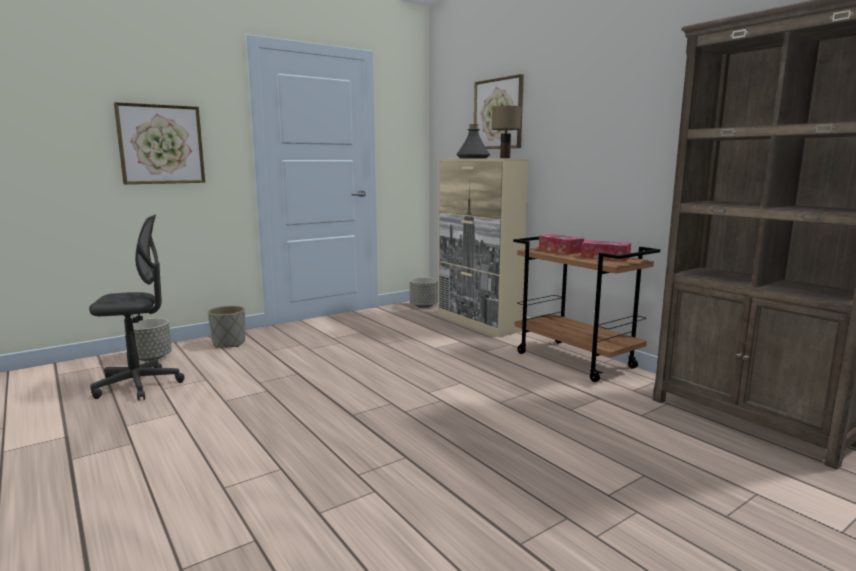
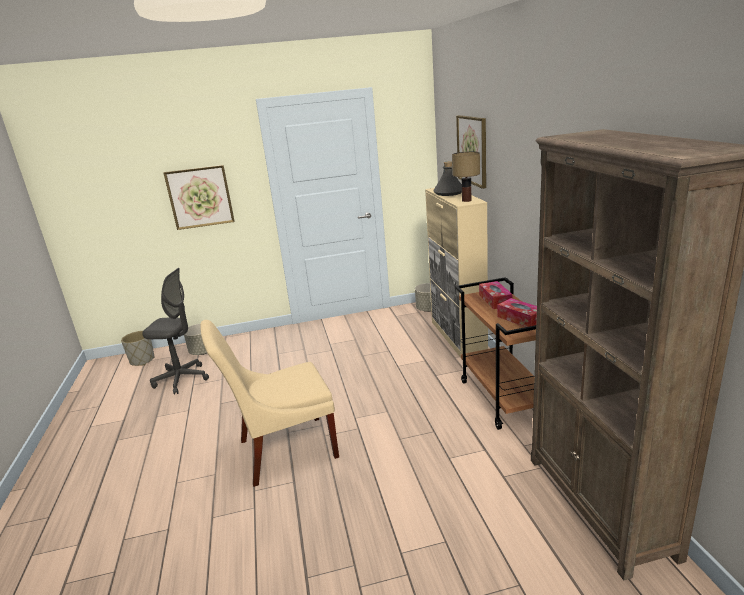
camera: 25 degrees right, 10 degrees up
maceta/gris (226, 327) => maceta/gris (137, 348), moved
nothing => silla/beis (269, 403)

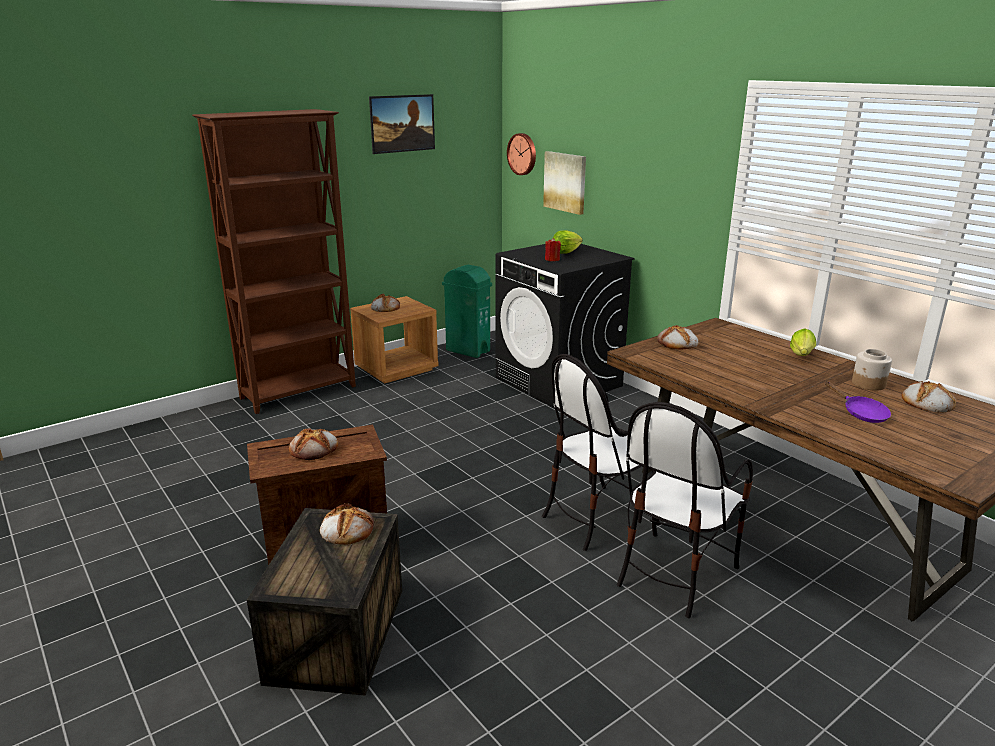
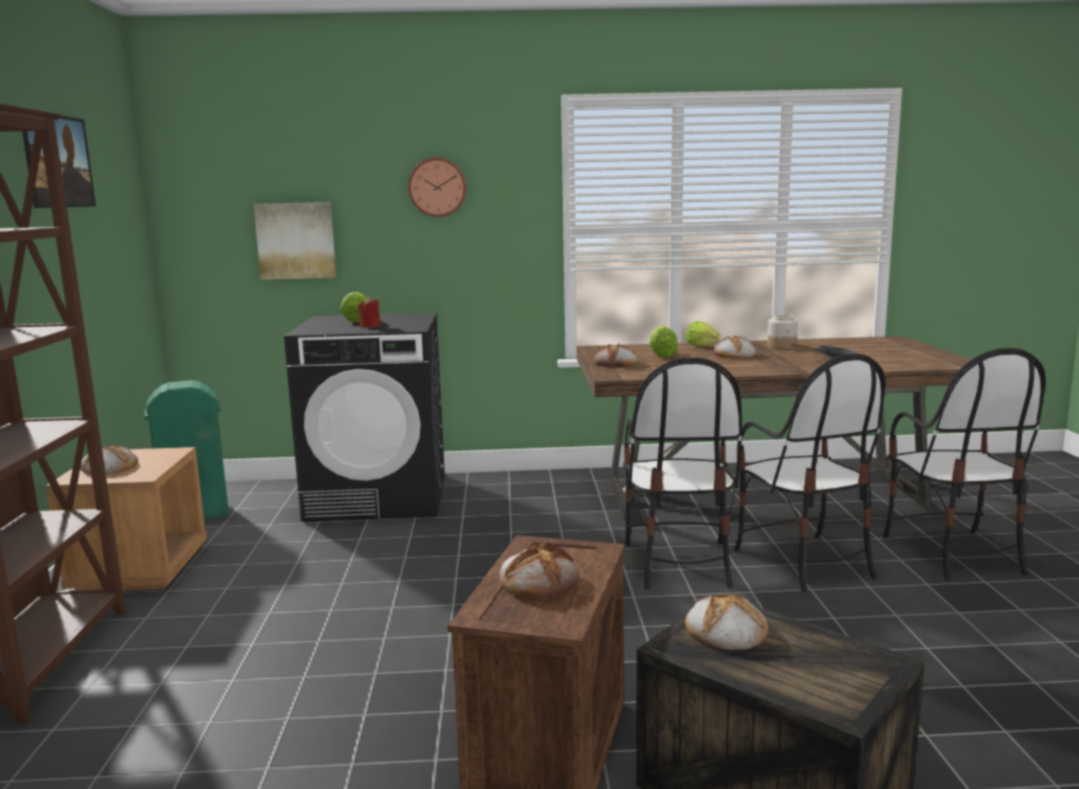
camera: 55 degrees left, 10 degrees down
reloj de pared (521, 154) => reloj de pared (437, 187), moved
nothing => lechuga (663, 342)
pan (928, 397) => pan (734, 347), moved
sartén/morado (858, 402) => sartén/negro (824, 350)
nothing => silla (964, 464)

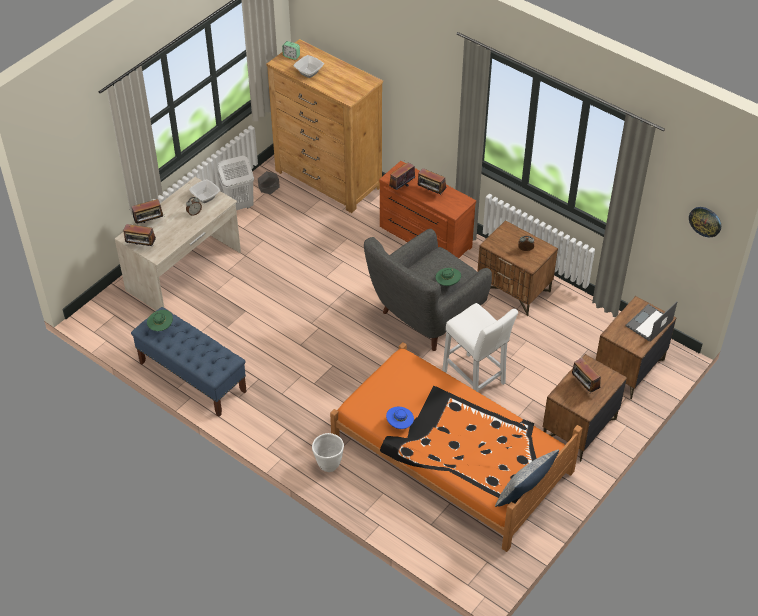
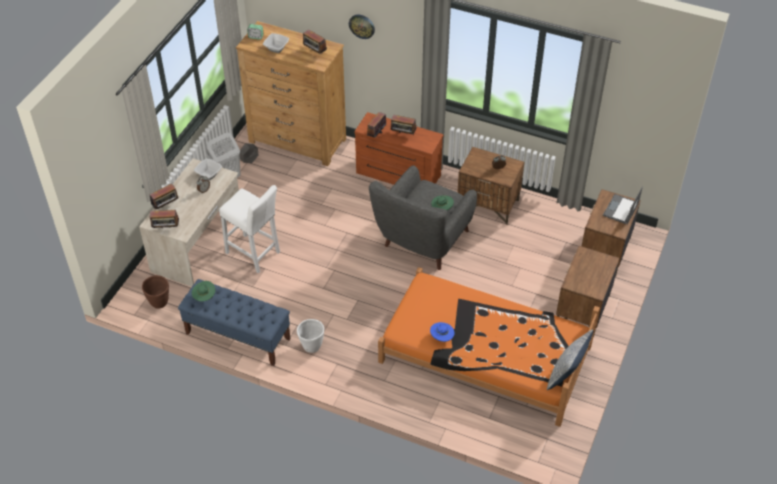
camera: 15 degrees left, 0 degrees up
nothing => maceta/marrón (155, 292)
taburete/blanco (480, 348) => taburete/blanco (249, 229), moved
maceta/blanco (328, 452) => maceta/blanco (310, 336), moved
radio (586, 376) => radio (315, 42), moved
reloj de pared (705, 222) => reloj de pared (362, 27), moved

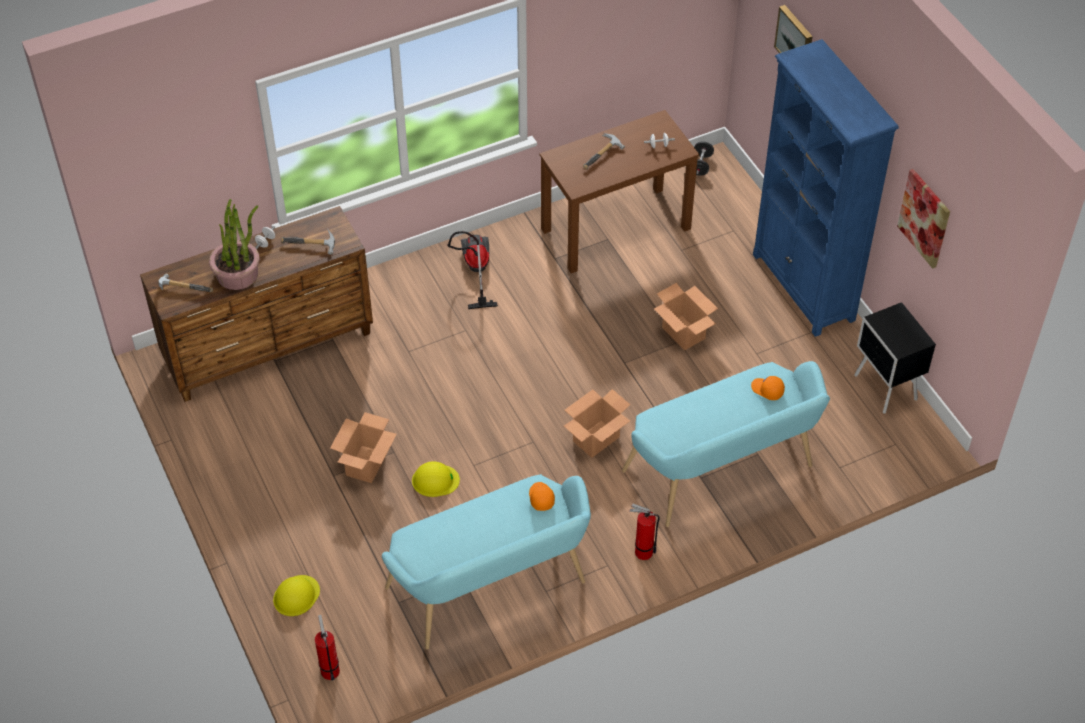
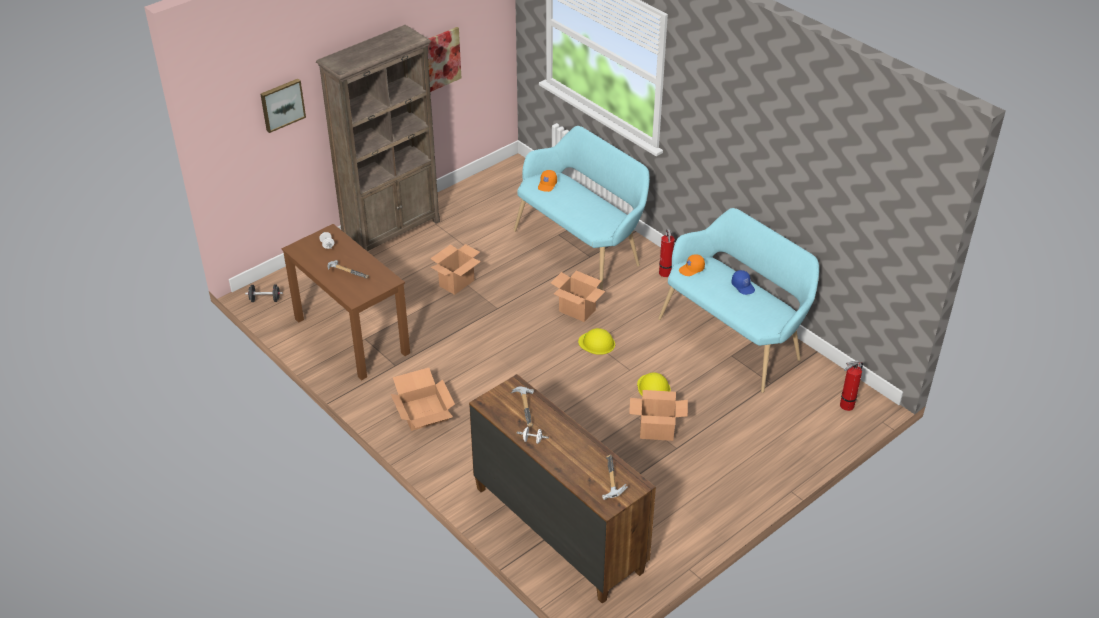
camera: 105 degrees left, 10 degrees down
estantería/azul (826, 188) => estantería/marrón (378, 138)
aspiradora (472, 270) => caja de cartón (423, 399)
casco/amarillo (296, 595) => casco/amarillo (596, 341), moved
nothing => gorra/azul (743, 282)
planta en maceta (234, 244) => nothing
mesita de noche/negro (895, 358) => nothing

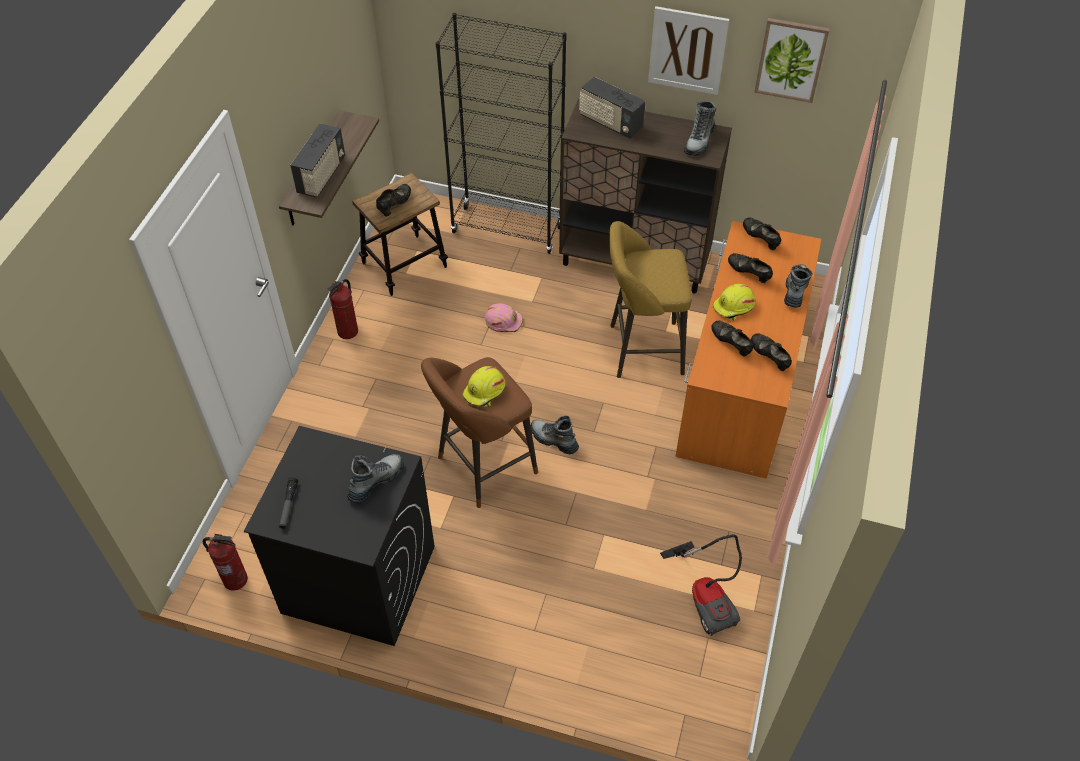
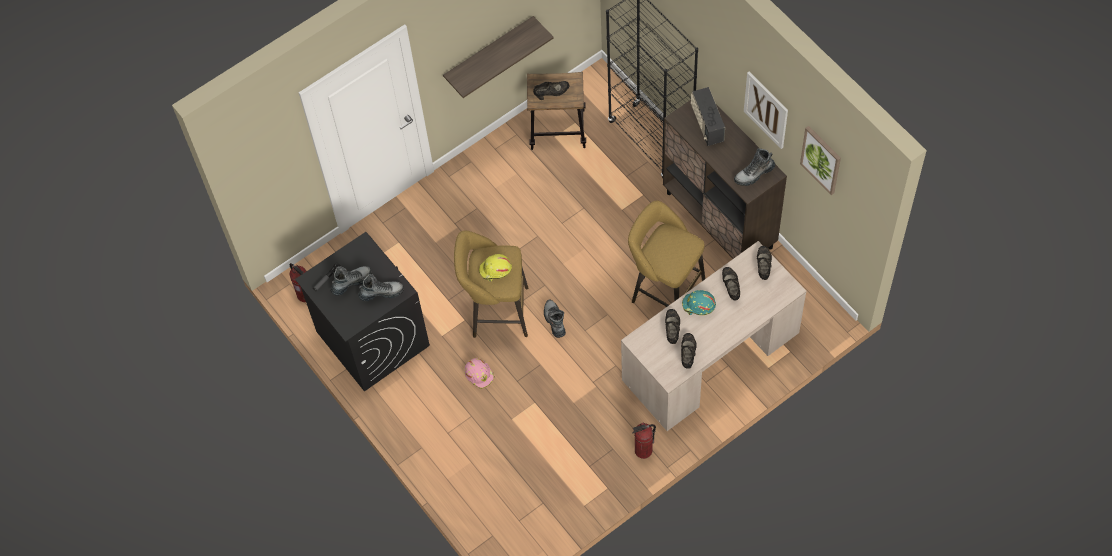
camera: 40 degrees right, 10 degrees up
bota (798, 286) => bota (351, 281), moved
taburete/marrón (479, 432) => taburete/amarillo (491, 284)
casco/rosa (504, 317) => casco/rosa (479, 373), moved
escritorio/naranja (748, 350) => escritorio/beis (714, 336)
extintor (343, 309) => extintor (644, 441), moved
casco/amarillo (734, 302) => casco/turquesa (699, 302)
radio (317, 161) => nothing
aspiradora (701, 585) => nothing

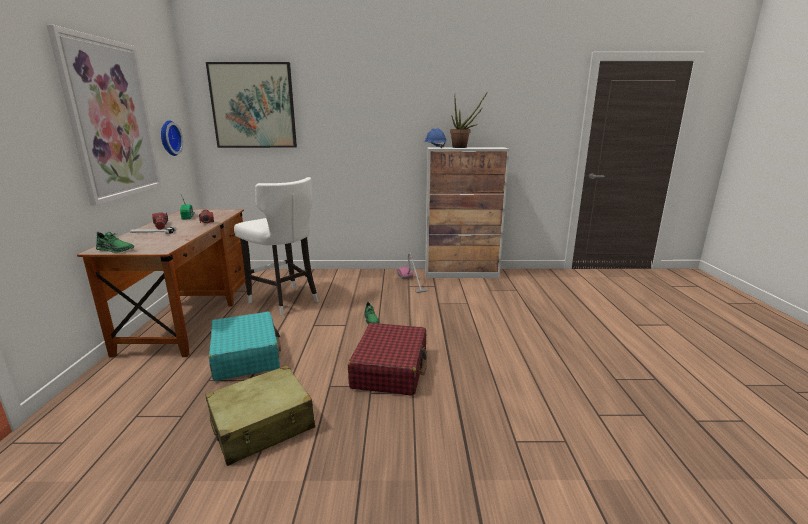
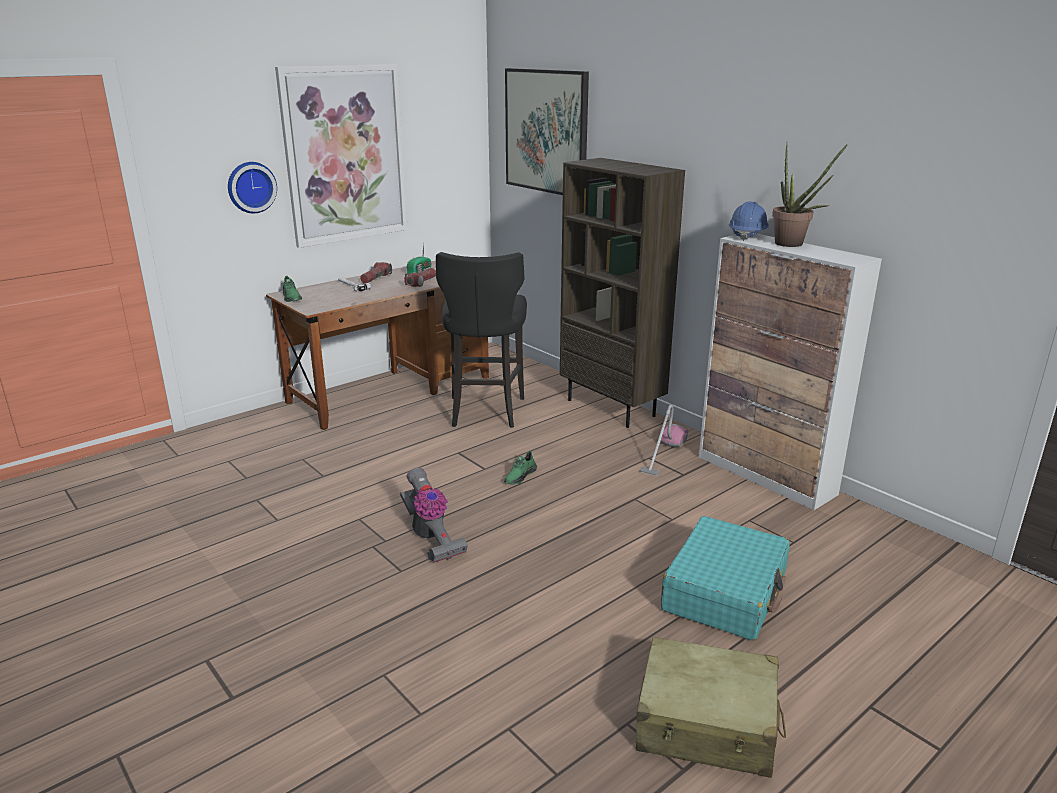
camera: 50 degrees right, 5 degrees up
reloj de pared (172, 138) => reloj de pared (252, 187), moved
maleta/rojo (387, 359) => aspiradora (434, 515)
taburete/blanco (276, 246) => taburete/negro (481, 340)
nothing => estantería/marrón (622, 293)
maleta/beis (260, 415) => maleta/beis (711, 707), moved
maleta/turquesa (245, 346) => maleta/turquesa (725, 578), moved

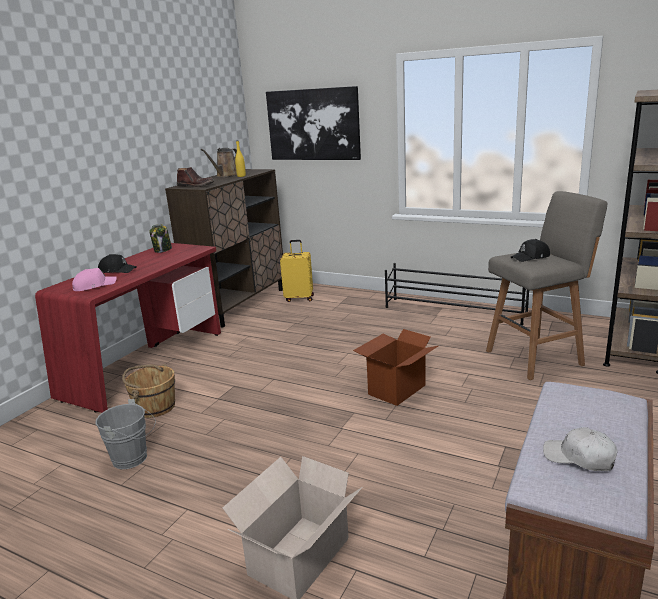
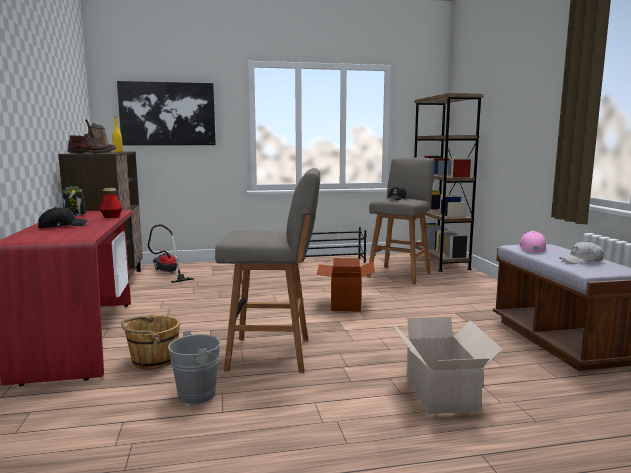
camera: 40 degrees left, 10 degrees down
nothing => botella (111, 203)
maleta/amarillo (297, 271) => aspiradora (170, 254)
nothing => taburete/gris (267, 270)
gorra/rosa (94, 279) => gorra/rosa (532, 241), moved

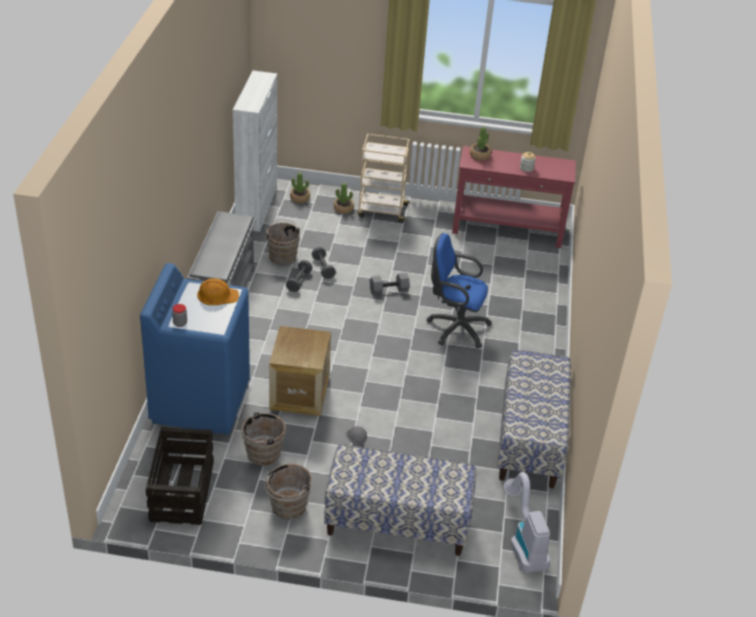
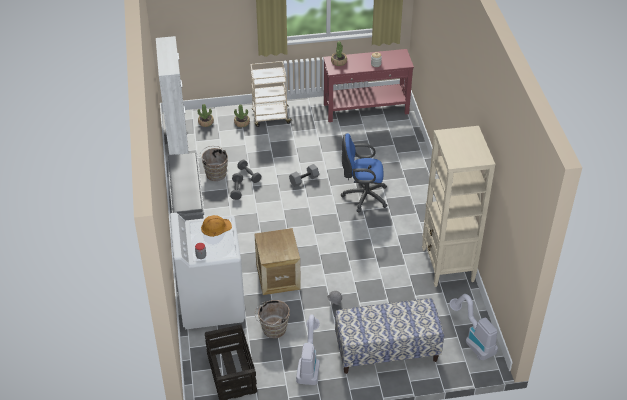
camera: 15 degrees left, 5 degrees up
lavadora/azul (195, 349) => lavadora/blanco (207, 271)
cubo/marrón (287, 491) => aspiradora (308, 349)
banco (534, 419) => estantería/beis (458, 206)

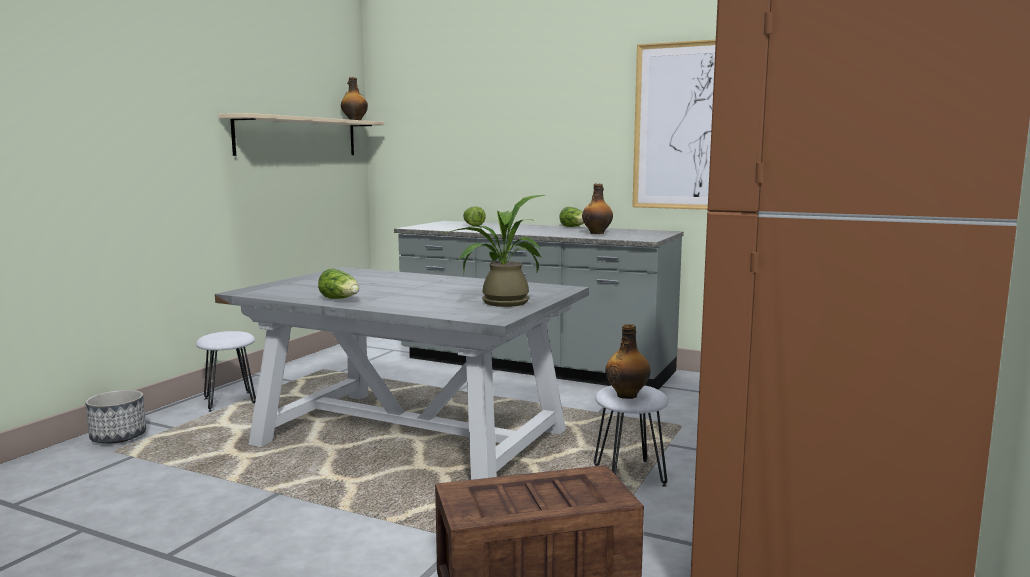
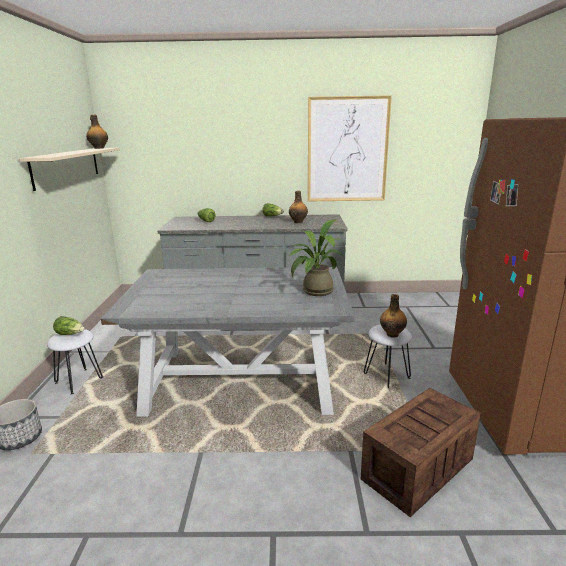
camera: 25 degrees left, 10 degrees up
lechuga (338, 283) => lechuga (69, 325), moved

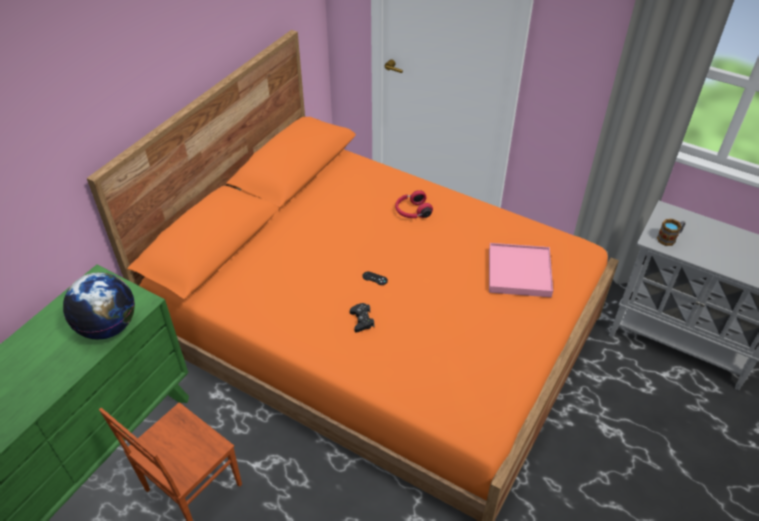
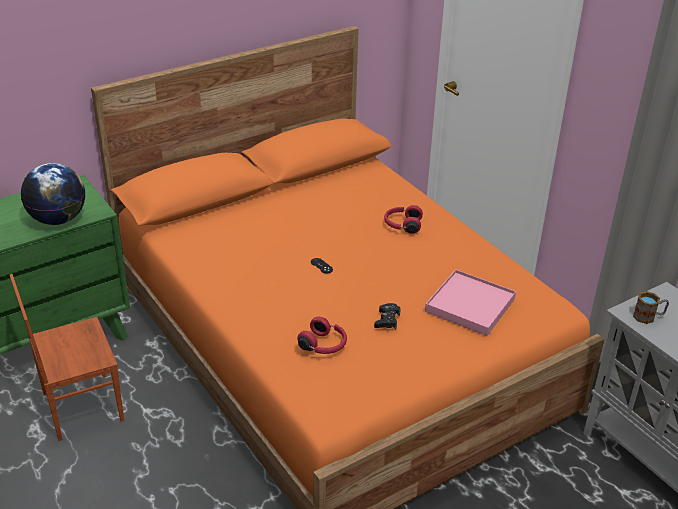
camera: 25 degrees right, 10 degrees down
nothing => auriculares/rojo (322, 335)
mando de consola/negro (362, 317) => mando de consola/negro (387, 316), moved

